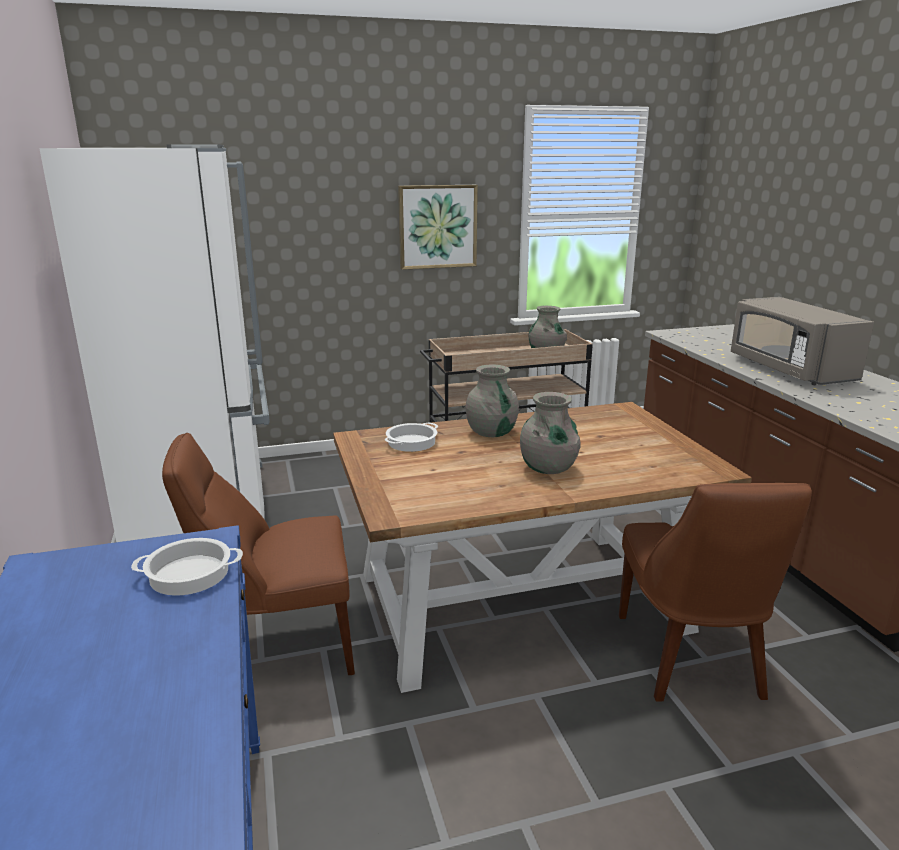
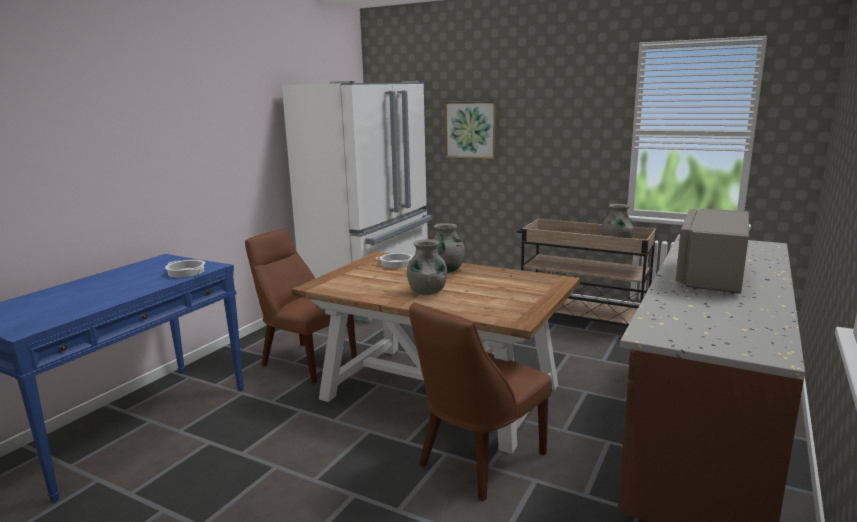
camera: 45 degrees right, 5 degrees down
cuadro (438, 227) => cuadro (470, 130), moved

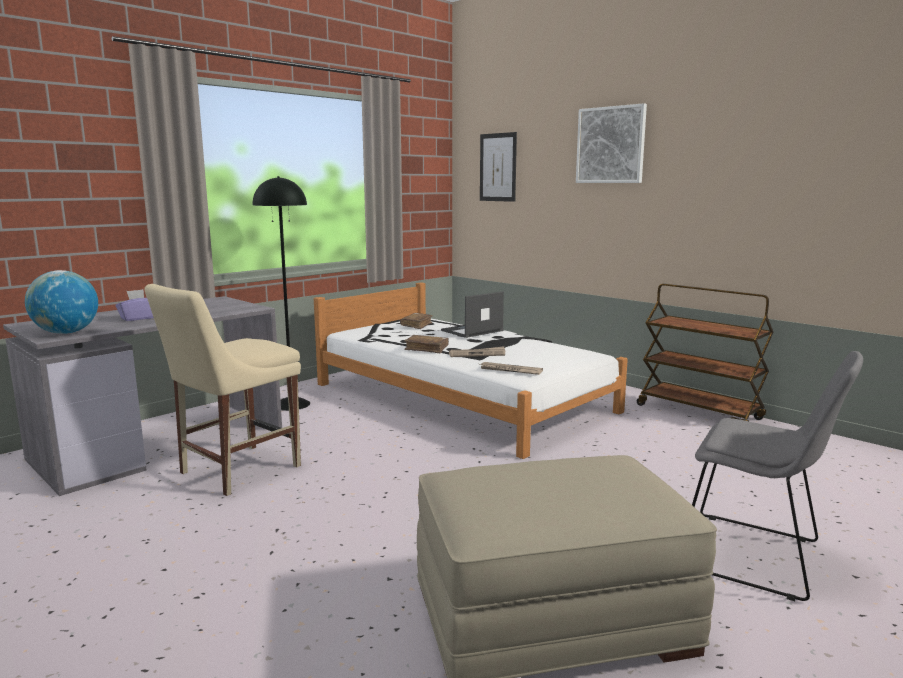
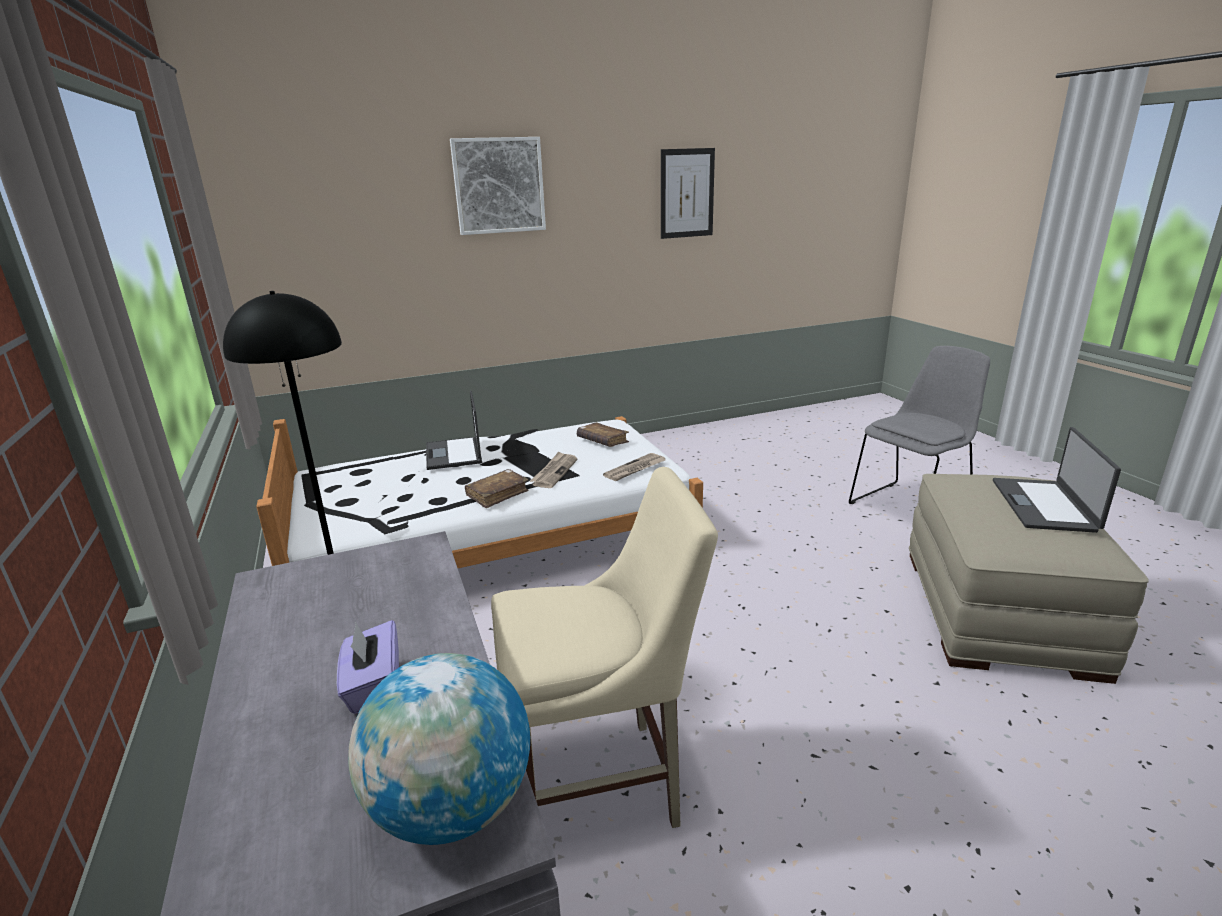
camera: 65 degrees left, 10 degrees up
silla/beis (223, 390) => silla/beis (604, 647), 75 degrees counterclockwise
libro/marrón (416, 321) => libro/marrón (603, 434), moved
cuadro (498, 167) => cuadro (688, 193), moved
nothing => portátil (1057, 480)
carrito/marrón (705, 352) => nothing

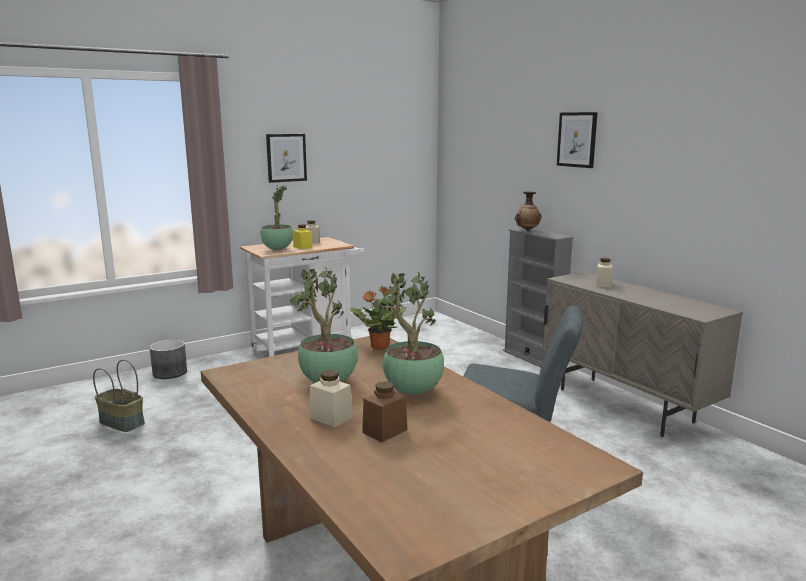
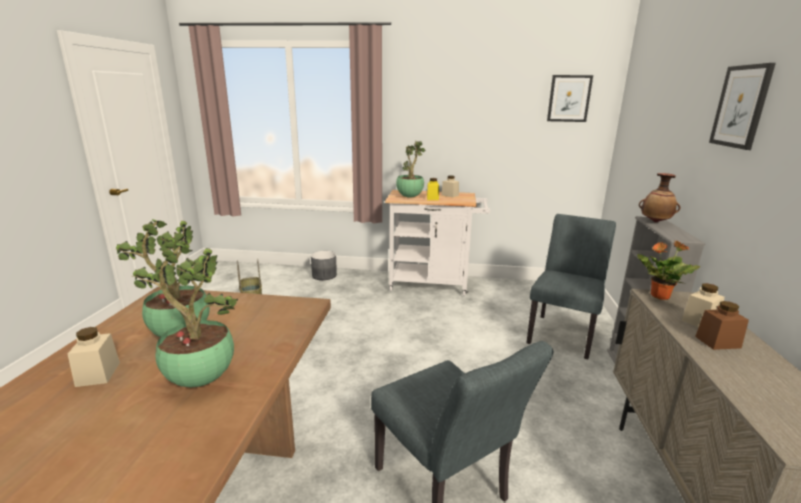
camera: 40 degrees right, 5 degrees up
nothing => silla/gris (571, 287)
cuadro (286, 158) => cuadro (570, 98), moved
planta en maceta (378, 318) => planta en maceta (668, 270), moved
tarro/marrón (384, 411) => tarro/marrón (722, 325), moved

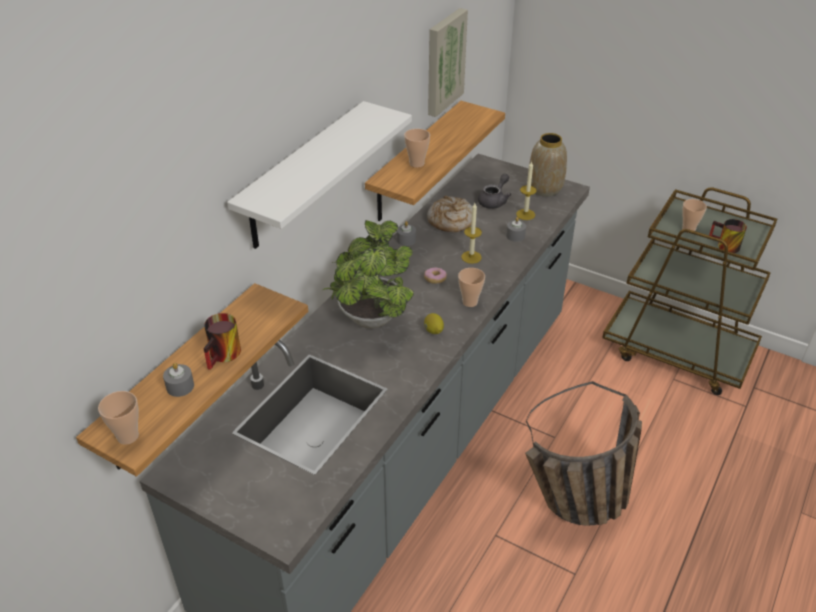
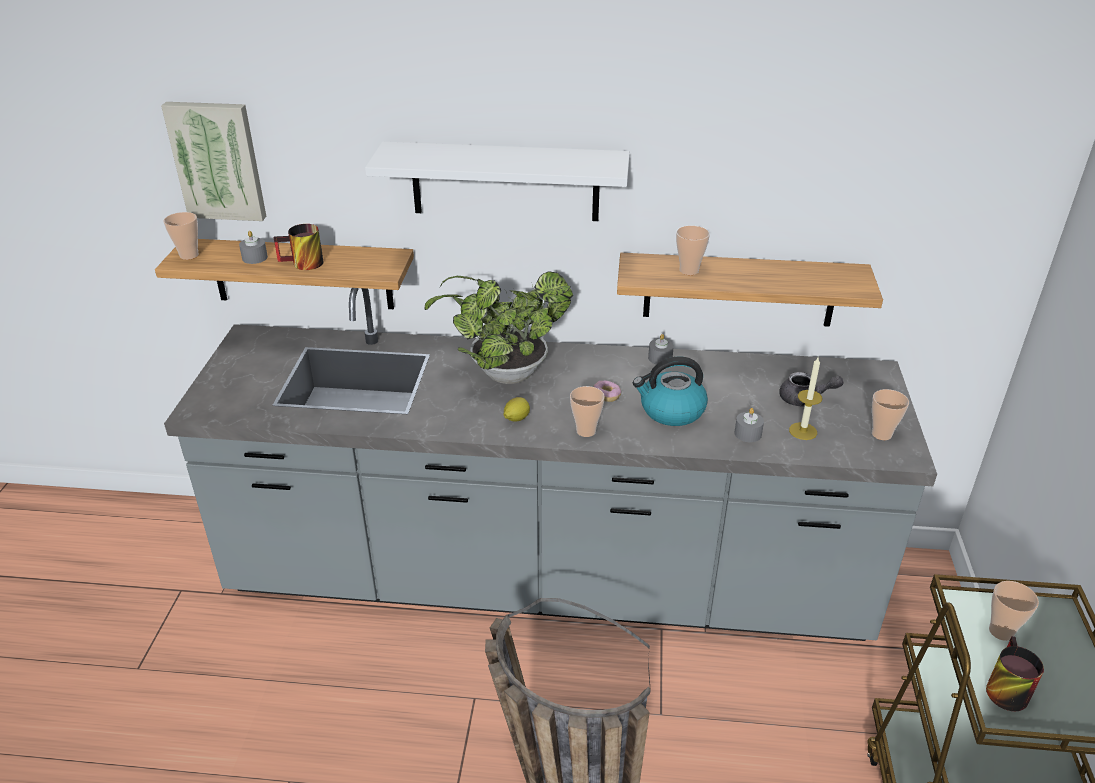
camera: 65 degrees right, 5 degrees down
cuadro (448, 62) => cuadro (213, 161), moved
vela (471, 233) => hervidor (670, 391)
florero (548, 165) => taza (890, 414)
pan (449, 214) => nothing

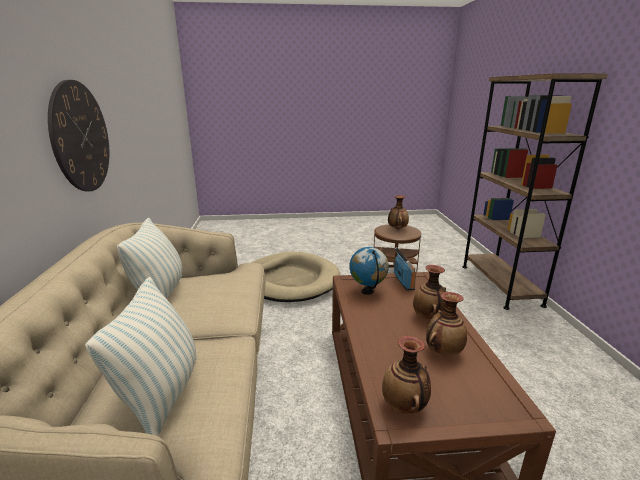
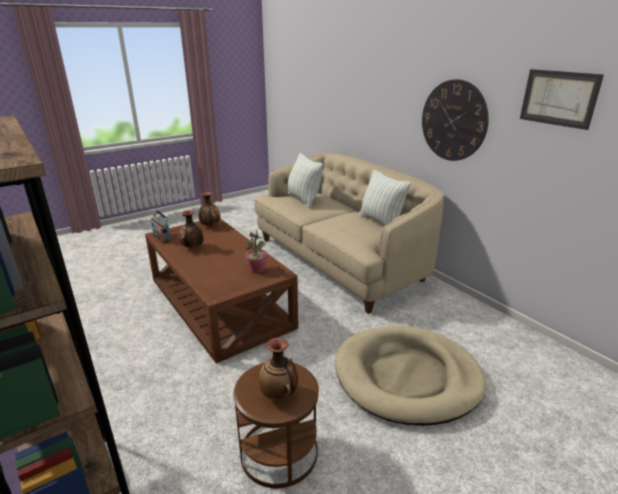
camera: 150 degrees right, 5 degrees up
radio (405, 268) => radio (160, 226), moved
globo terráqueo (369, 271) => planta en maceta (256, 251)
nothing => cuadro (562, 99)
florero (429, 292) => nothing

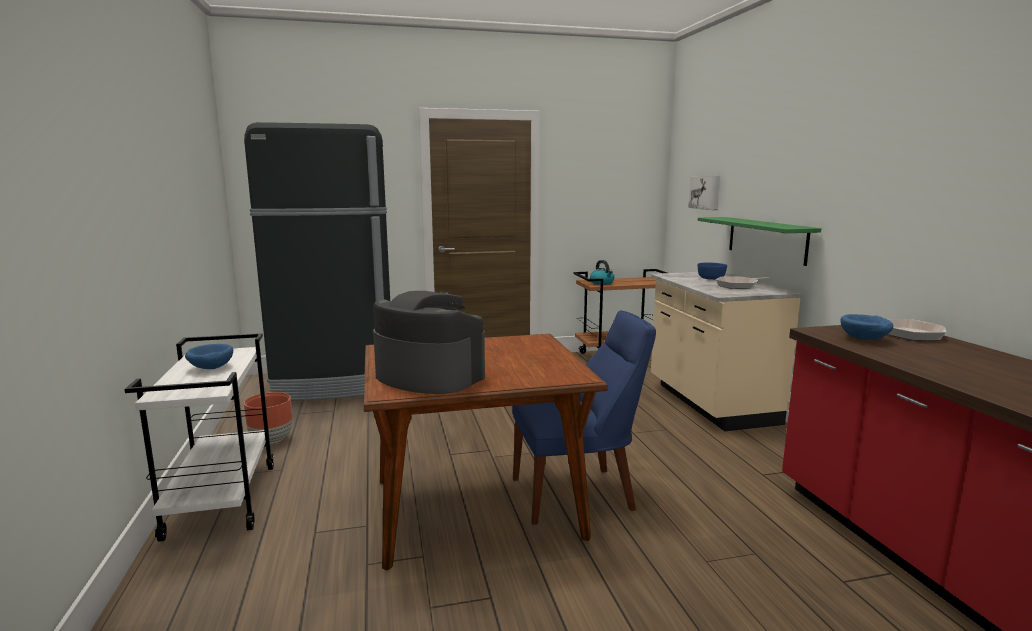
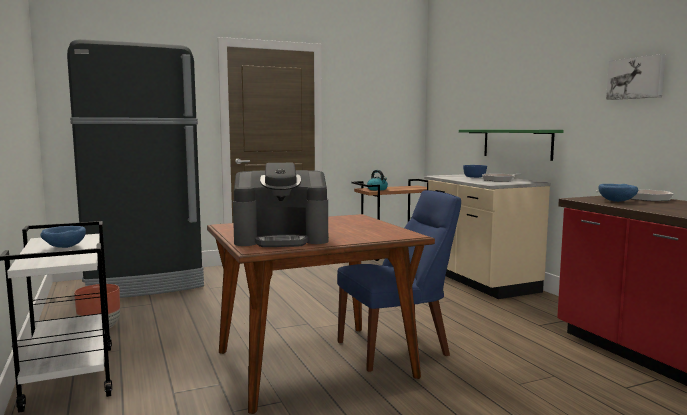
camera: 10 degrees left, 5 degrees down
cafetera (429, 342) => cafetera (280, 205), 150 degrees clockwise
cuadro (704, 193) => cuadro (636, 77), moved

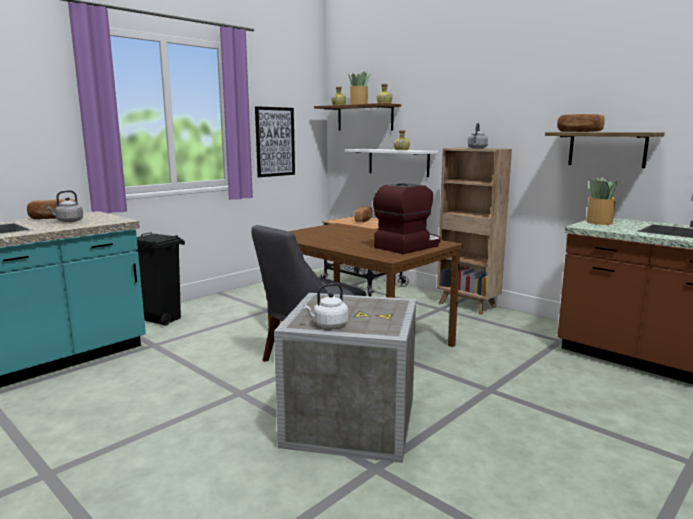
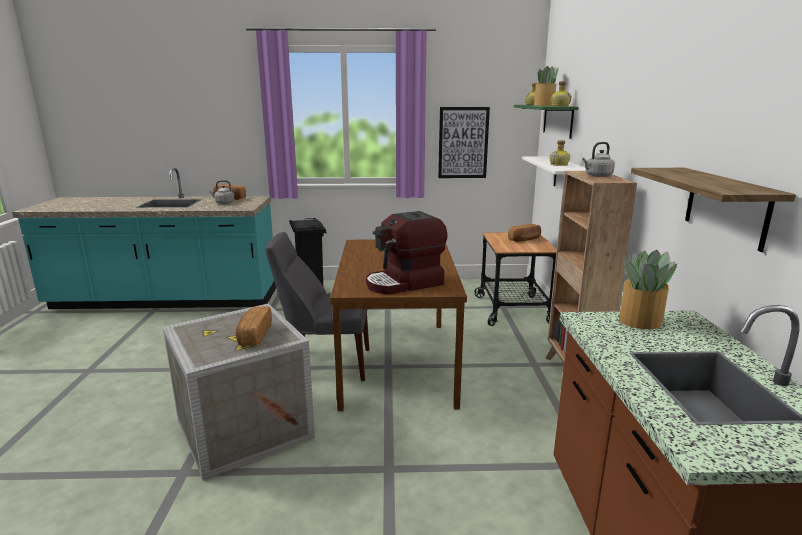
camera: 45 degrees right, 5 degrees up
pan (581, 123) => pan (254, 326), moved
cafetera (407, 218) => cafetera (407, 252), 150 degrees clockwise
estante/marrón (357, 117) => estante/verde (546, 122)
hervidor/blanco (326, 305) => nothing

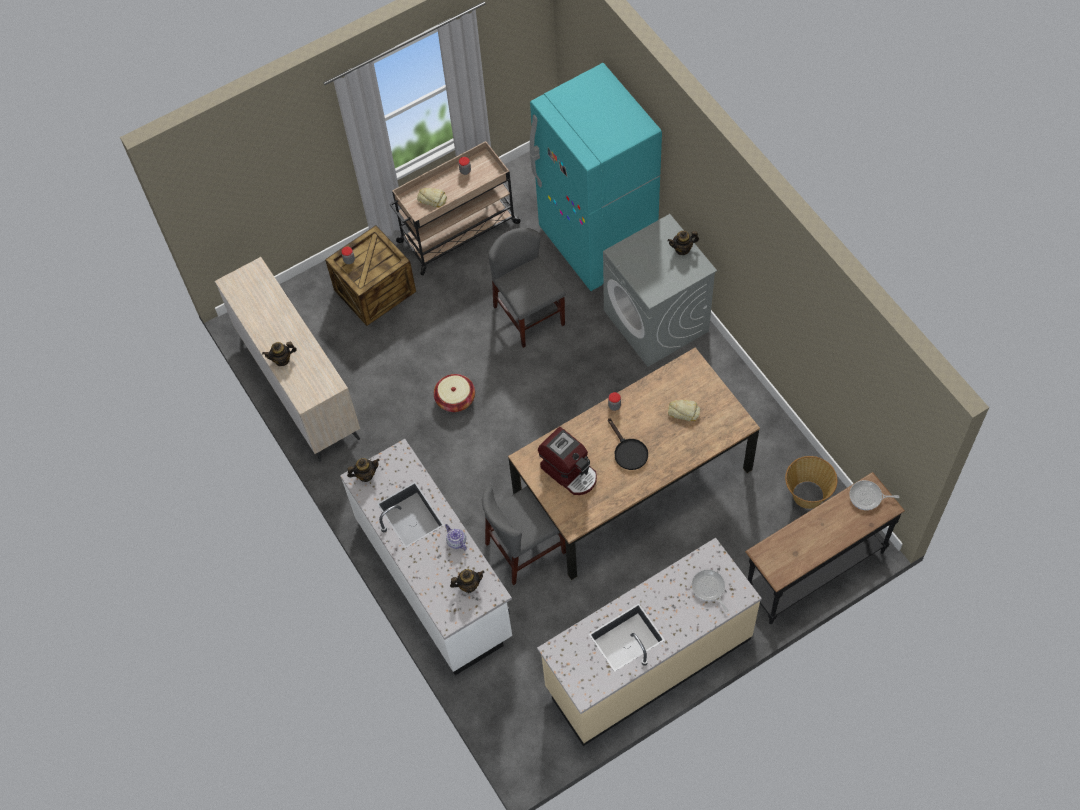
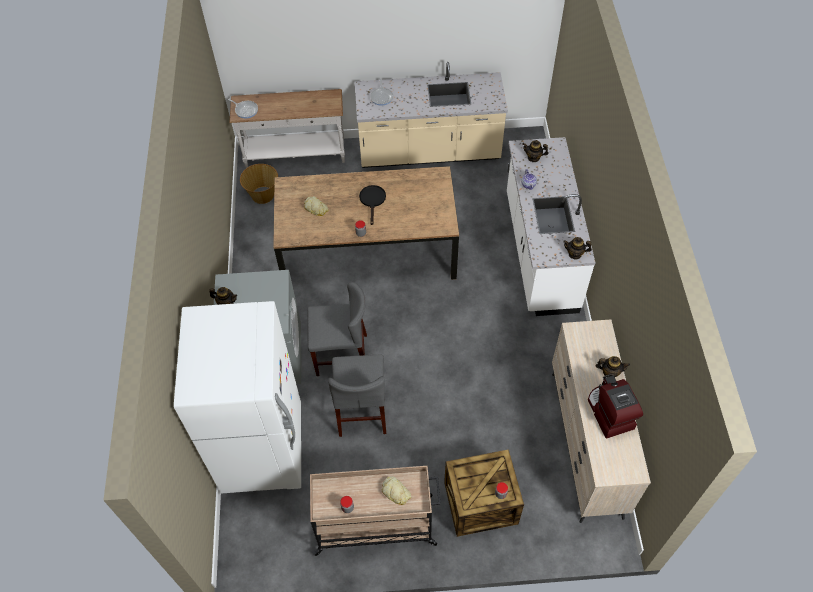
camera: 155 degrees left, 5 degrees down
nevera/turquesa (596, 177) => nevera/blanco (237, 397)
mesa consola/negro (825, 548) => mesa consola/blanco (287, 128)
silla/gris (524, 535) => silla/gris (337, 329), moved
cafetera (567, 461) => cafetera (615, 406), moved
cesta (454, 393) => nothing

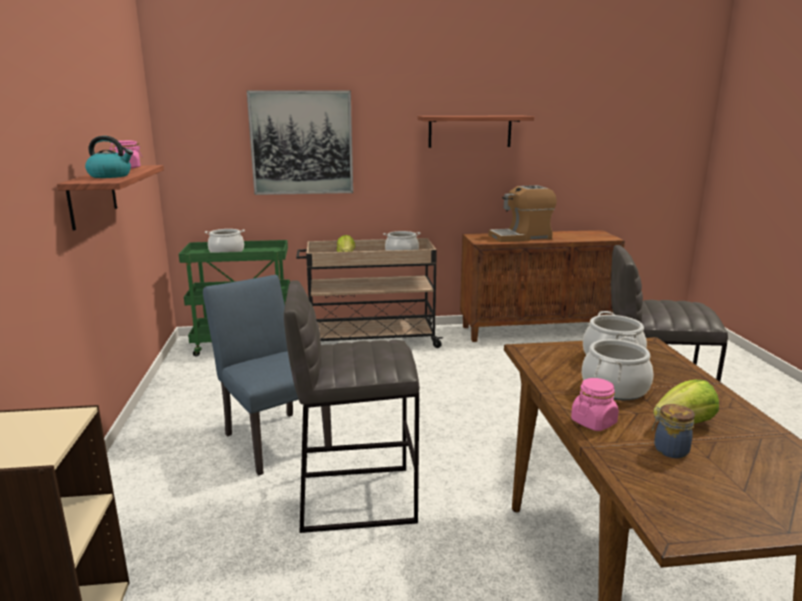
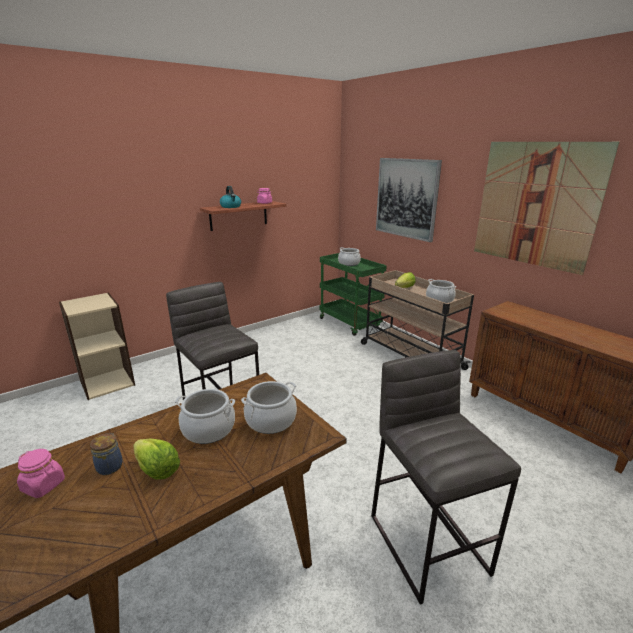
camera: 60 degrees right, 5 degrees up
tarro/rosa (595, 404) => tarro/rosa (41, 473), moved
estante (475, 132) => cuadro (546, 208)
silla/azul (267, 375) => nothing
cafetera (523, 213) => nothing

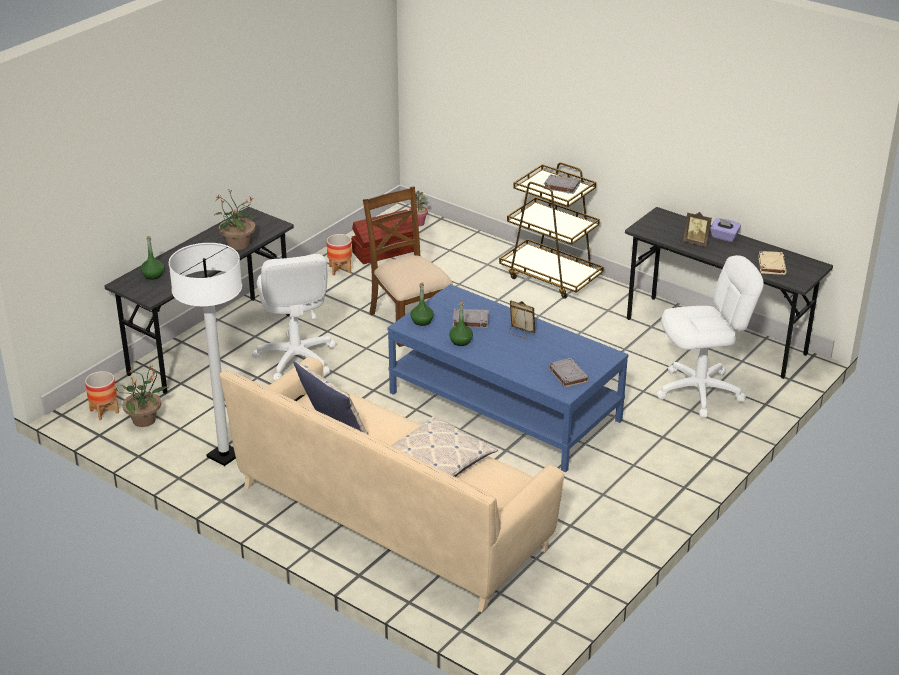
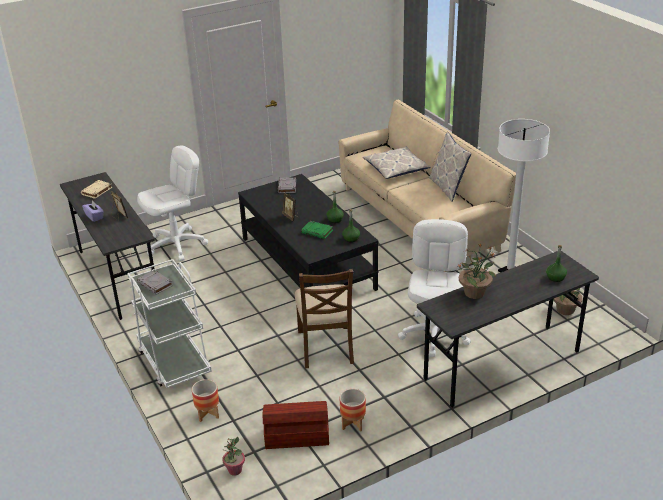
camera: 155 degrees left, 0 degrees up
carrito/marrón (551, 231) => carrito/blanco (169, 323)
silla de oficina/blanco (710, 336) => silla de oficina/blanco (172, 203), 135 degrees clockwise
maceta (102, 395) => maceta (205, 400), moved
mesa de centro/azul (508, 378) => mesa de centro/negro (308, 232)
libro/gris (471, 318) => libro/verde (317, 230)

